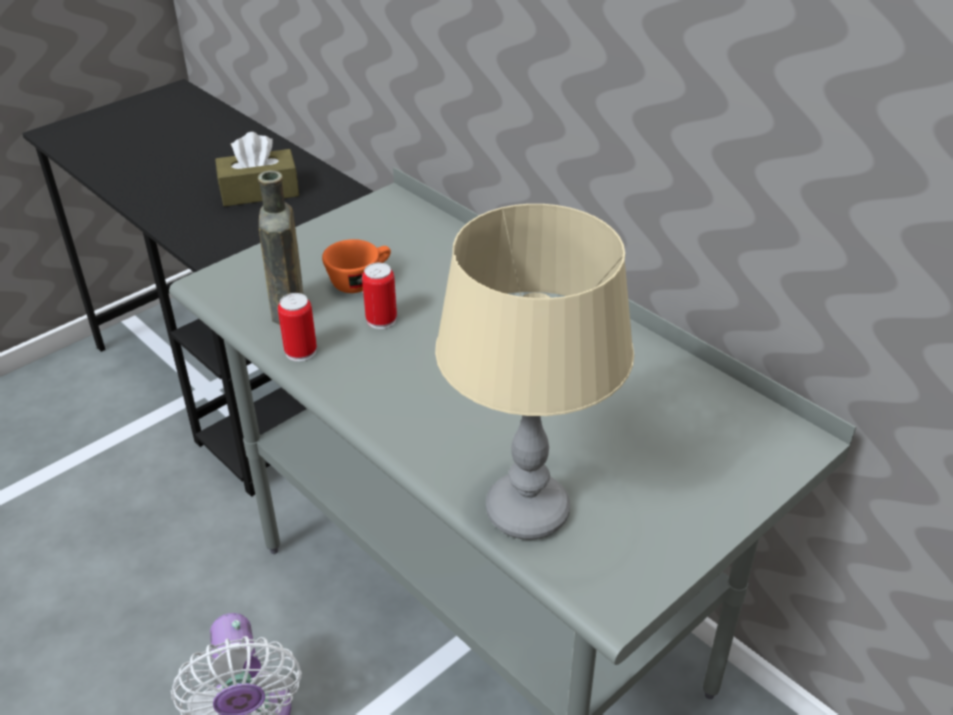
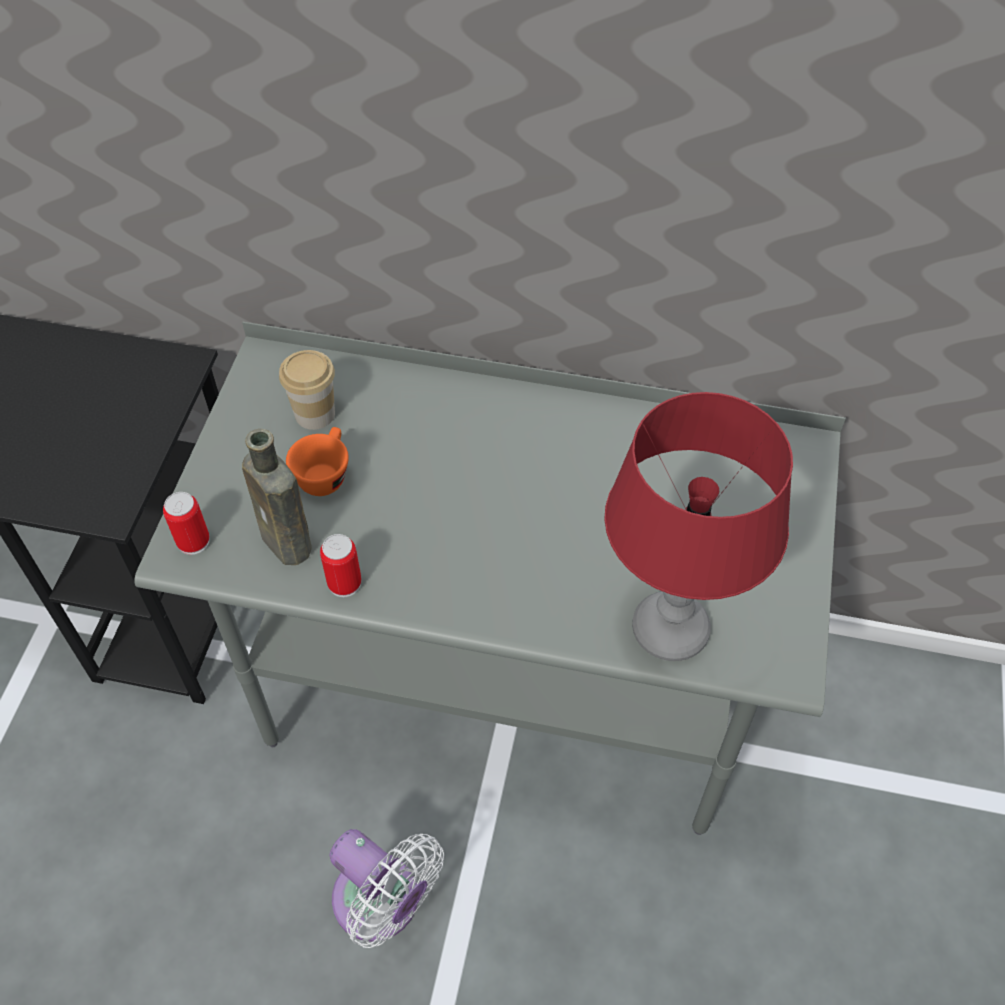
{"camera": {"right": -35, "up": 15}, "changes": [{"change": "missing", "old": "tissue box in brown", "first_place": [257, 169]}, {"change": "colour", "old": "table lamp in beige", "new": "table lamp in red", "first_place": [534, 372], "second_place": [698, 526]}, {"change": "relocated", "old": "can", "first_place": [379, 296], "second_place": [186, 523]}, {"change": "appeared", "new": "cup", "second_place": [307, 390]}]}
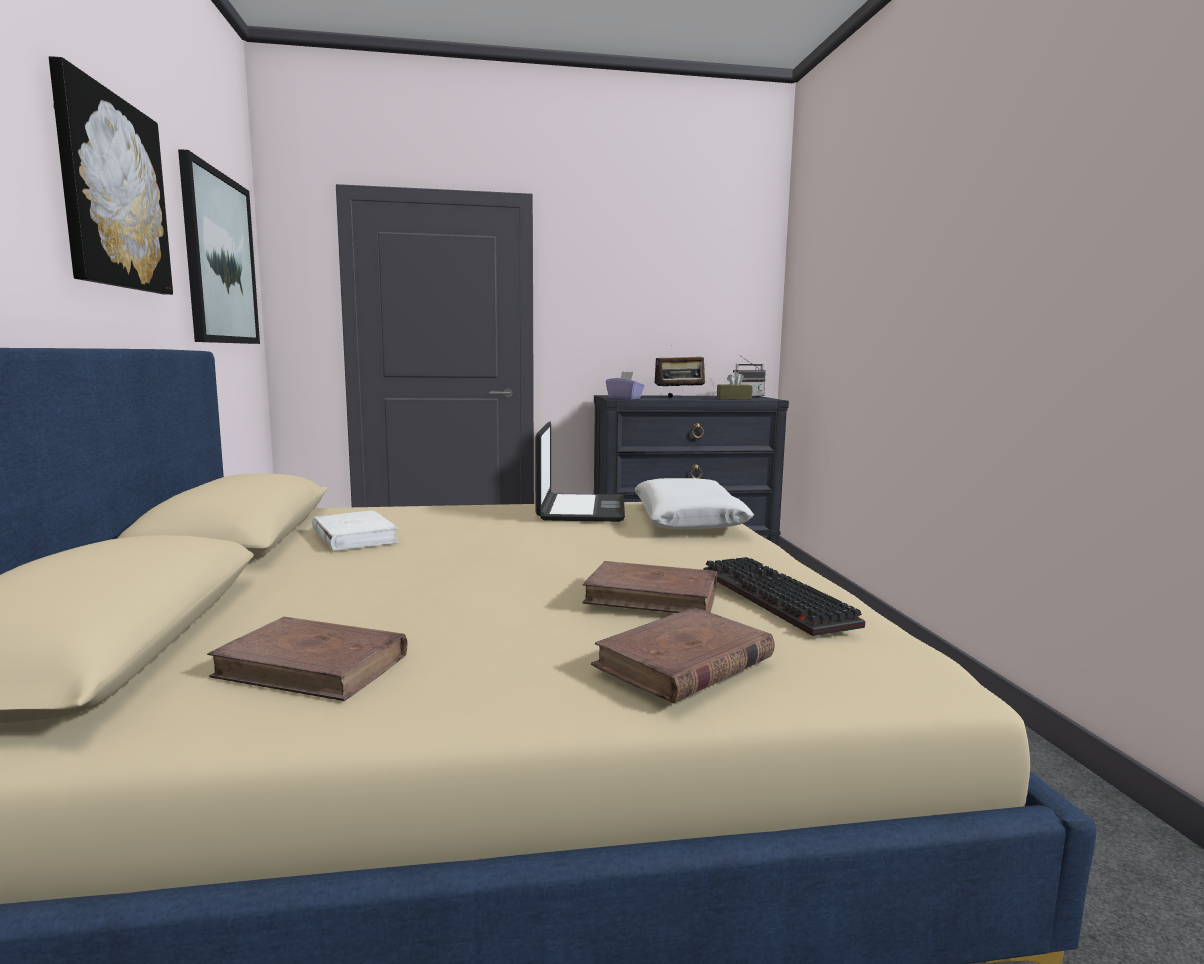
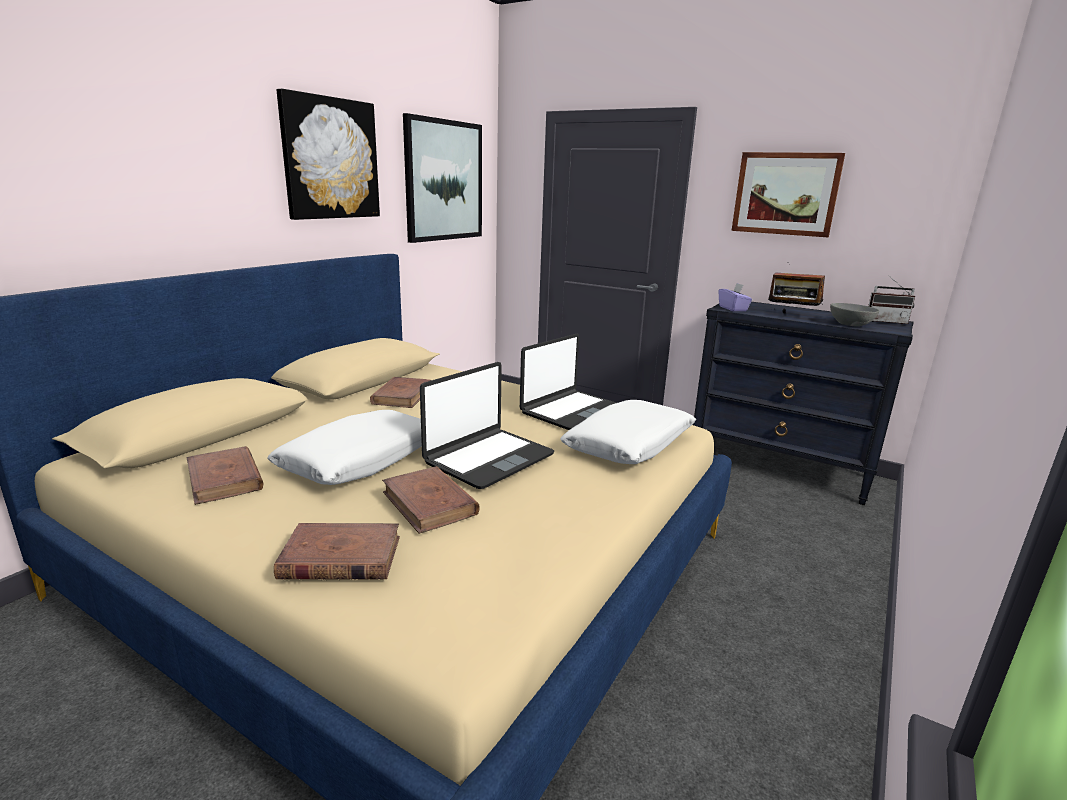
{"camera": {"right": 40, "up": 10}, "changes": [{"change": "exchanged", "old": "tissue box in brown", "new": "bowl in grey", "first_place": [734, 385], "second_place": [854, 315]}, {"change": "colour", "old": "book in white", "new": "book in brown", "first_place": [355, 531], "second_place": [400, 392]}, {"change": "missing", "old": "keyboard", "first_place": [784, 596]}, {"change": "appeared", "new": "picture", "second_place": [788, 194]}, {"change": "appeared", "new": "laptop", "second_place": [487, 425]}, {"change": "appeared", "new": "pillow in white", "second_place": [344, 447]}]}
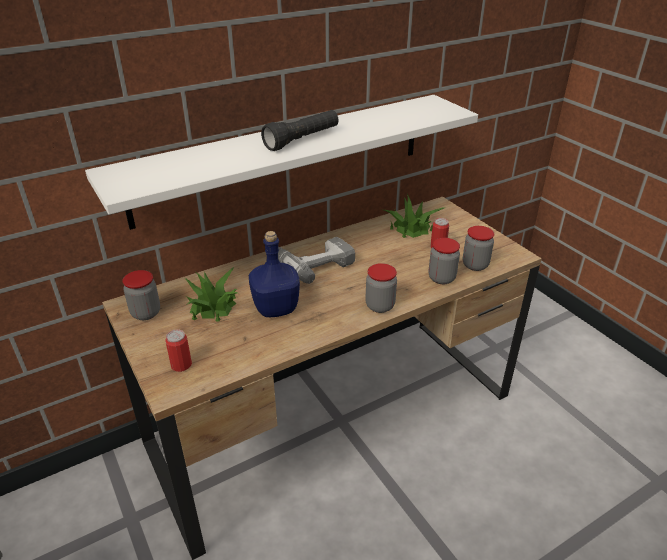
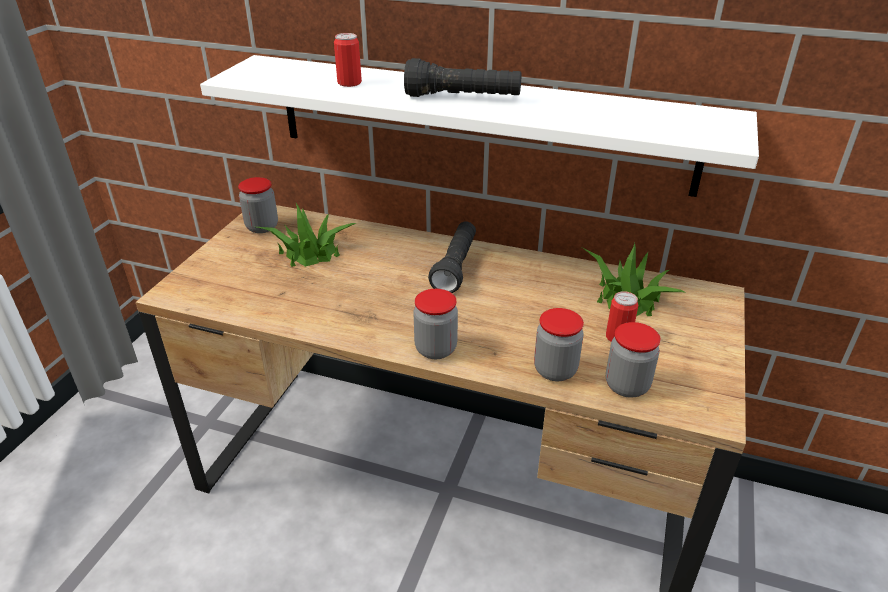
{"camera": {"right": 50, "up": 0}, "changes": [{"change": "missing", "old": "bottle in blue", "first_place": [274, 274]}, {"change": "exchanged", "old": "power drill", "new": "flashlight in black", "first_place": [316, 260], "second_place": [452, 257]}, {"change": "relocated", "old": "can", "first_place": [178, 350], "second_place": [348, 60]}]}
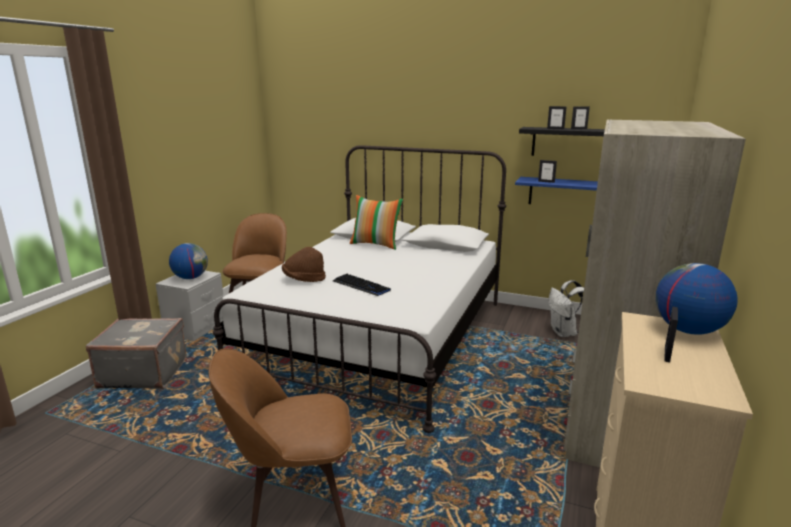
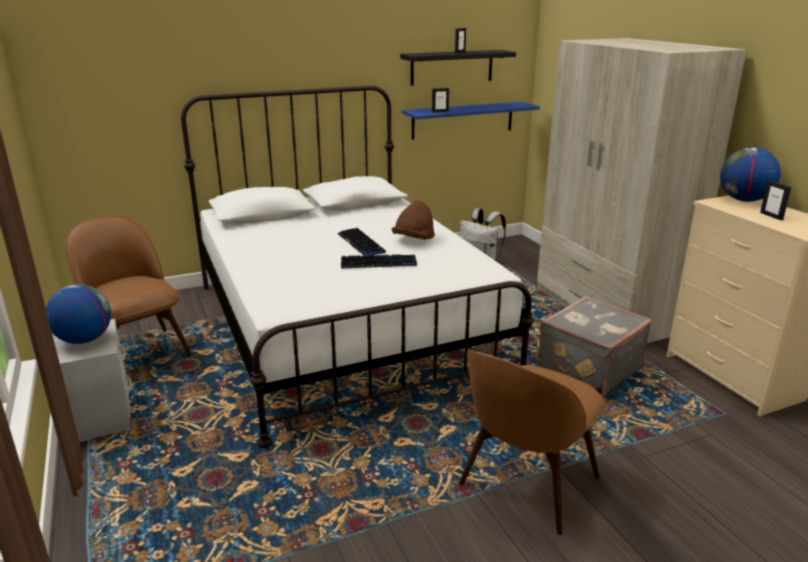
{"camera": {"right": -45, "up": 5}, "changes": [{"change": "missing", "old": "picture frame", "first_place": [557, 117]}, {"change": "missing", "old": "pillow", "first_place": [376, 222]}, {"change": "relocated", "old": "hat in brown", "first_place": [304, 264], "second_place": [413, 220]}, {"change": "relocated", "old": "suitcase in grey", "first_place": [136, 353], "second_place": [594, 347]}, {"change": "appeared", "new": "keyboard", "second_place": [362, 242]}]}
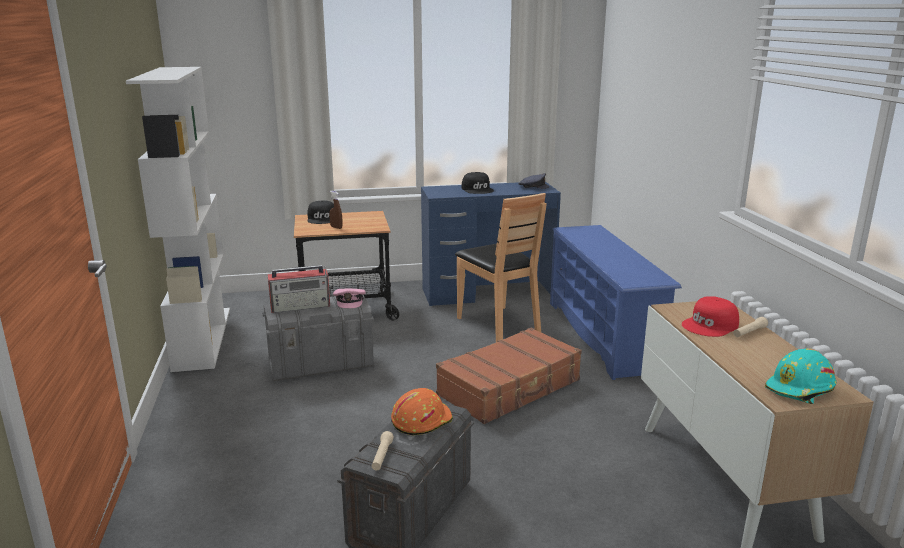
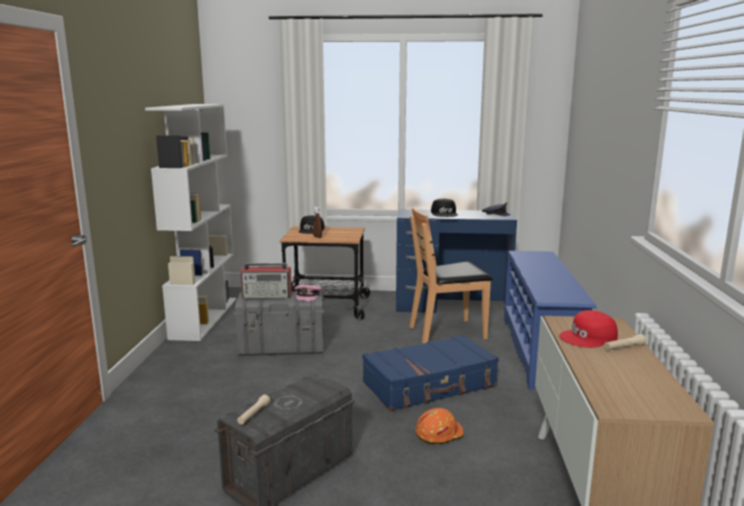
{"camera": {"right": 15, "up": -5}, "changes": [{"change": "spun", "old": "chair in brown", "first_place": [501, 267], "second_place": [451, 276], "degrees": 90}, {"change": "colour", "old": "suitcase in brown", "new": "suitcase in blue", "first_place": [509, 375], "second_place": [431, 372]}, {"change": "missing", "old": "hard hat in turquoise", "first_place": [801, 376]}, {"change": "relocated", "old": "hard hat in orange", "first_place": [422, 411], "second_place": [440, 426]}]}
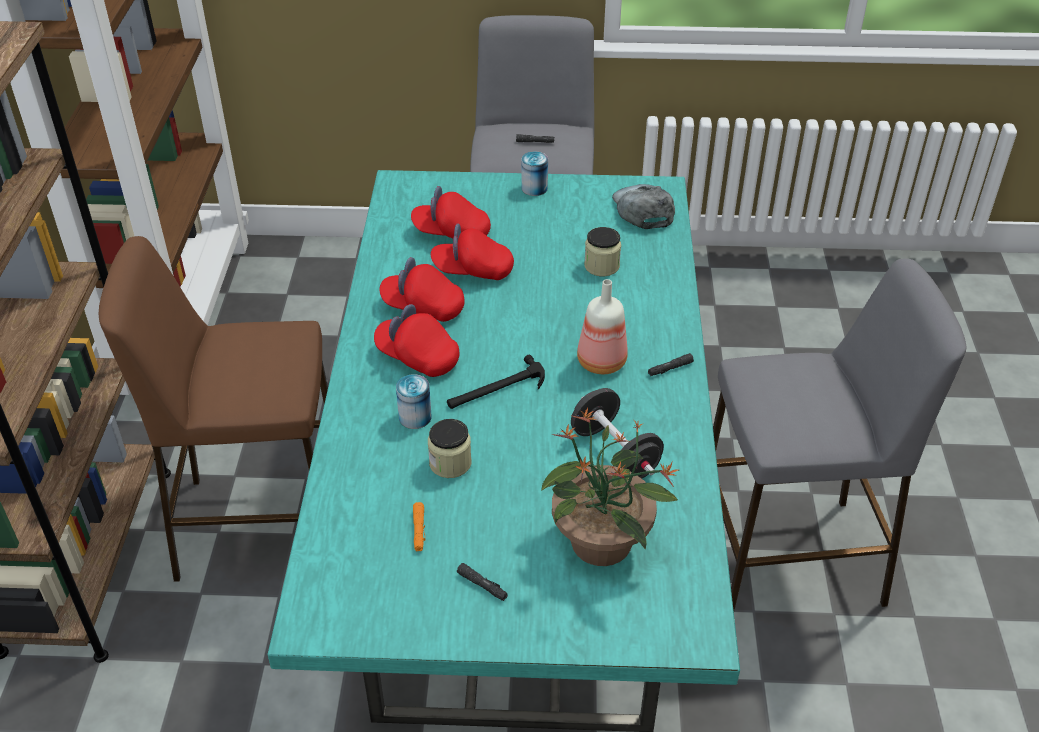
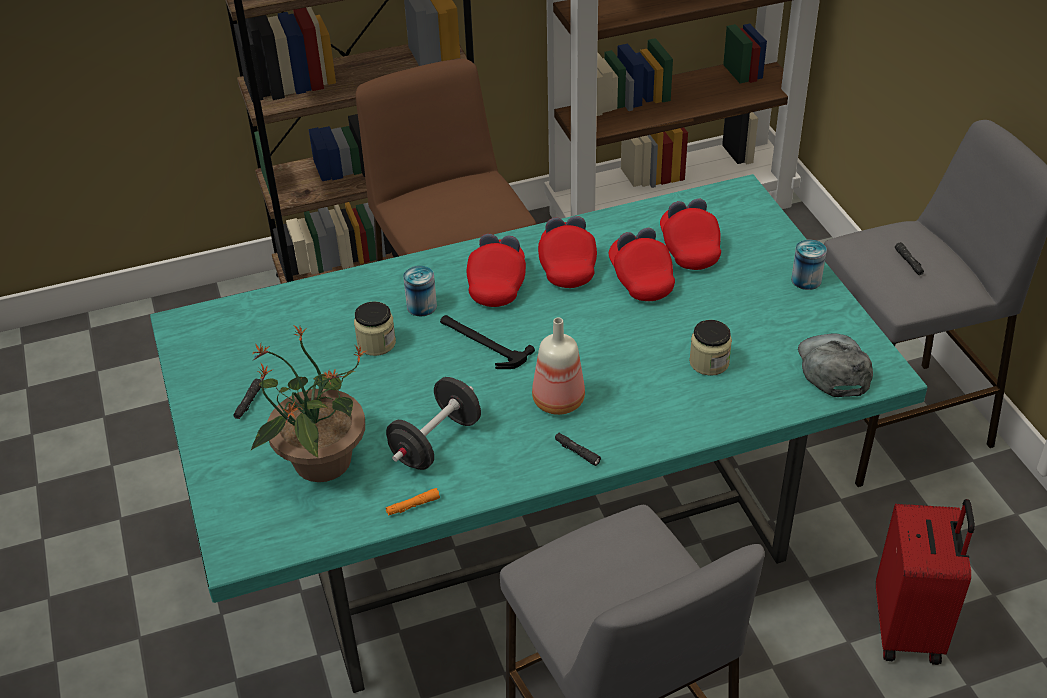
{"camera": {"right": 70, "up": 0}, "changes": [{"change": "spun", "old": "cap in grey", "first_place": [643, 206], "second_place": [835, 365], "degrees": -60}, {"change": "relocated", "old": "flashlight in orange", "first_place": [419, 526], "second_place": [413, 501]}, {"change": "appeared", "new": "suitcase in red", "second_place": [925, 582]}]}
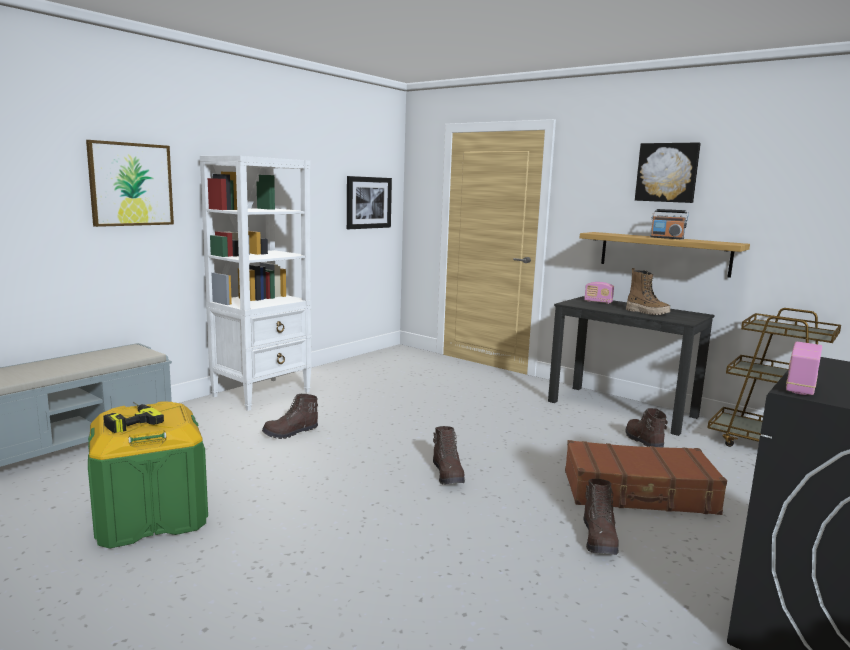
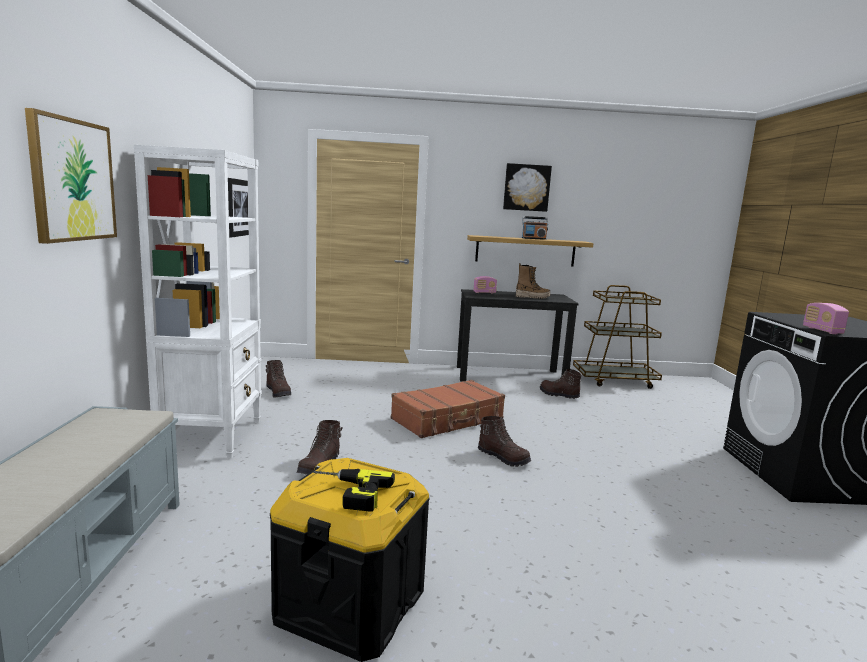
{"camera": {"right": -40, "up": 0}, "changes": [{"change": "colour", "old": "storage box in green", "new": "storage box in black", "first_place": [148, 475], "second_place": [350, 560]}, {"change": "relocated", "old": "suitcase in brown", "first_place": [646, 477], "second_place": [448, 409]}, {"change": "relocated", "old": "boot in brown", "first_place": [601, 517], "second_place": [278, 378]}]}
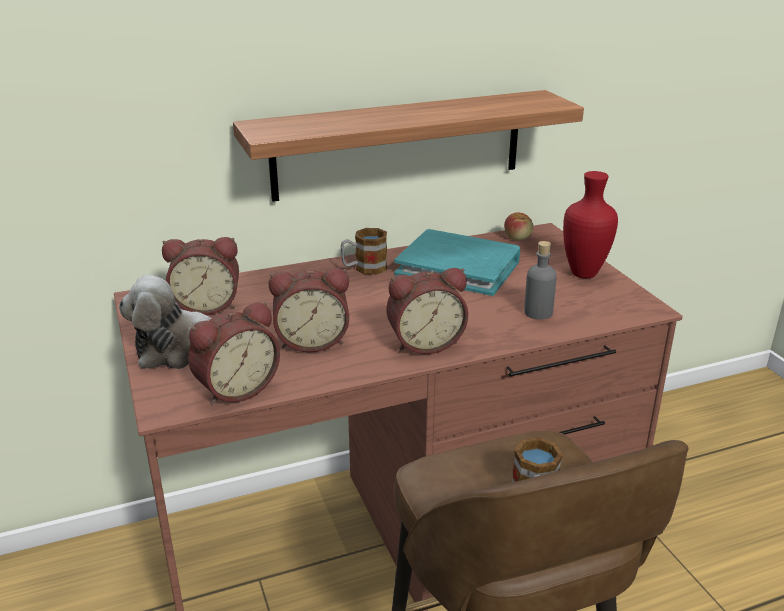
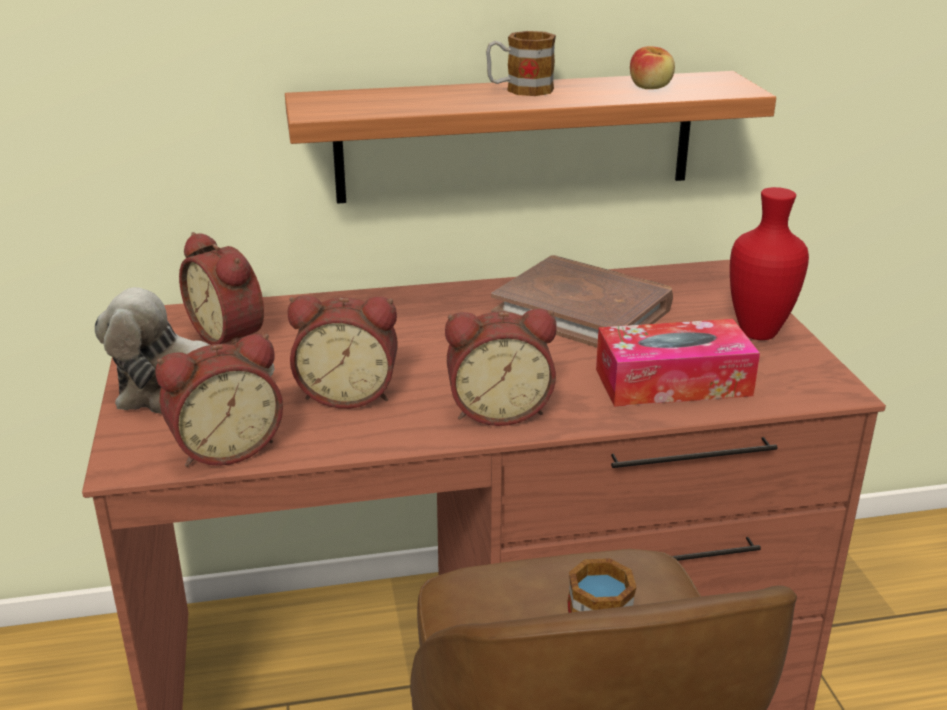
{"camera": {"right": 10, "up": 0}, "changes": [{"change": "relocated", "old": "apple", "first_place": [518, 226], "second_place": [652, 67]}, {"change": "relocated", "old": "mug", "first_place": [363, 251], "second_place": [521, 63]}, {"change": "colour", "old": "book in turquoise", "new": "book in brown", "first_place": [457, 262], "second_place": [582, 301]}, {"change": "spun", "old": "alarm clock", "first_place": [200, 276], "second_place": [221, 288], "degrees": 45}, {"change": "exchanged", "old": "bottle in grey", "new": "tissue box", "first_place": [540, 280], "second_place": [678, 362]}]}
